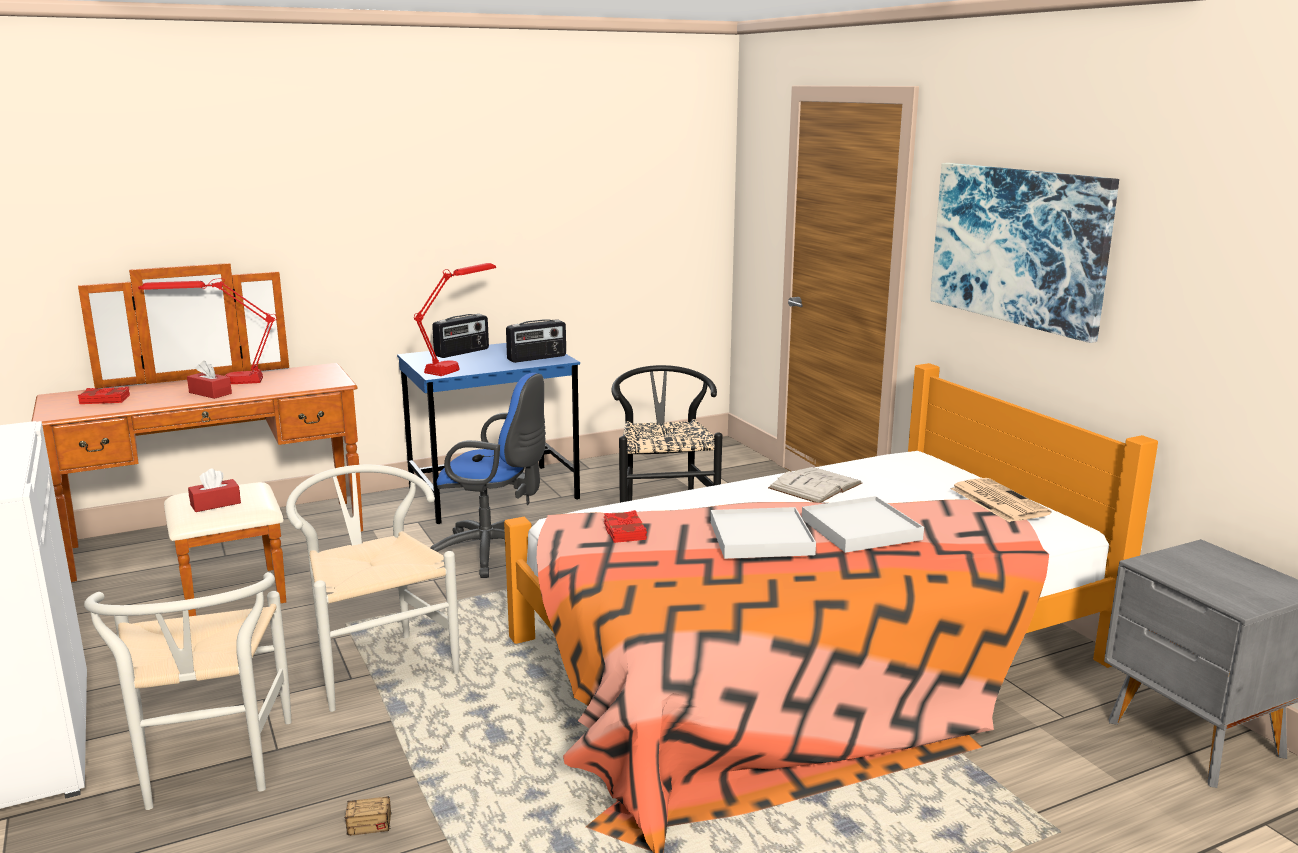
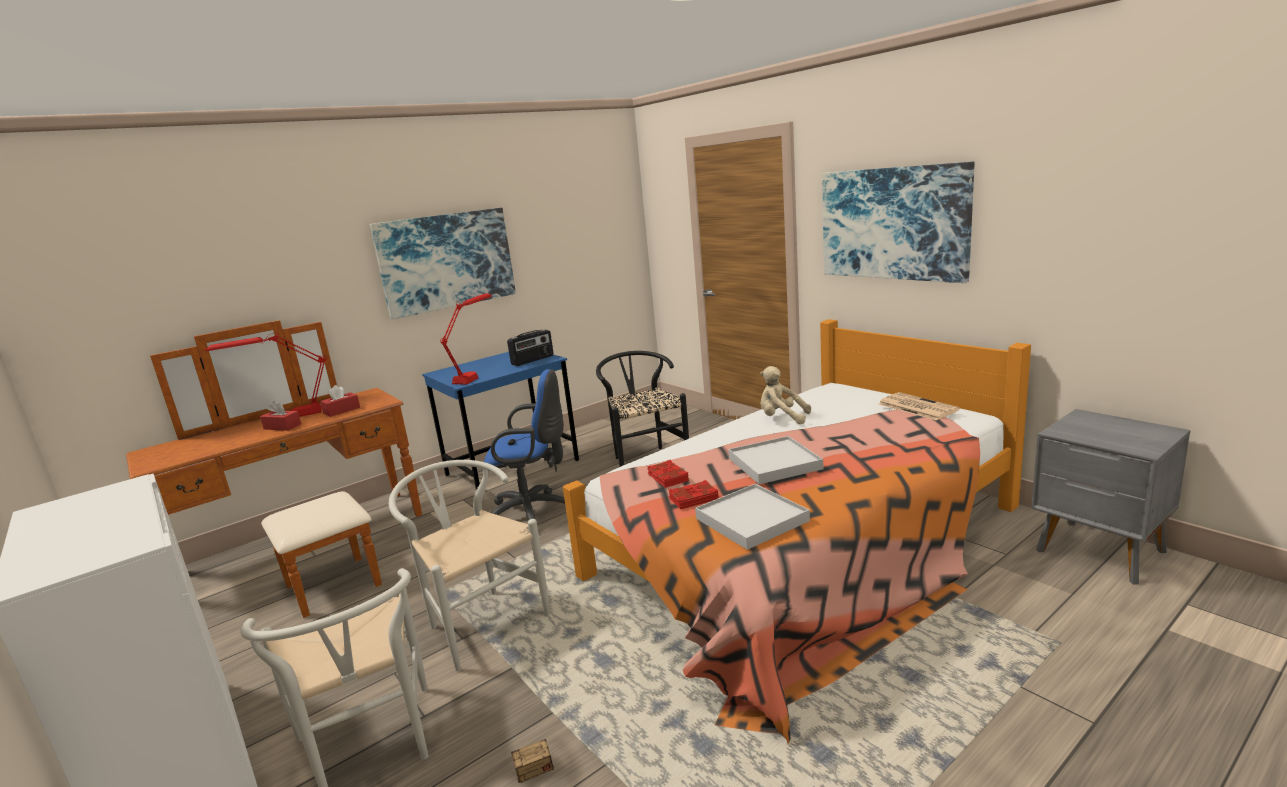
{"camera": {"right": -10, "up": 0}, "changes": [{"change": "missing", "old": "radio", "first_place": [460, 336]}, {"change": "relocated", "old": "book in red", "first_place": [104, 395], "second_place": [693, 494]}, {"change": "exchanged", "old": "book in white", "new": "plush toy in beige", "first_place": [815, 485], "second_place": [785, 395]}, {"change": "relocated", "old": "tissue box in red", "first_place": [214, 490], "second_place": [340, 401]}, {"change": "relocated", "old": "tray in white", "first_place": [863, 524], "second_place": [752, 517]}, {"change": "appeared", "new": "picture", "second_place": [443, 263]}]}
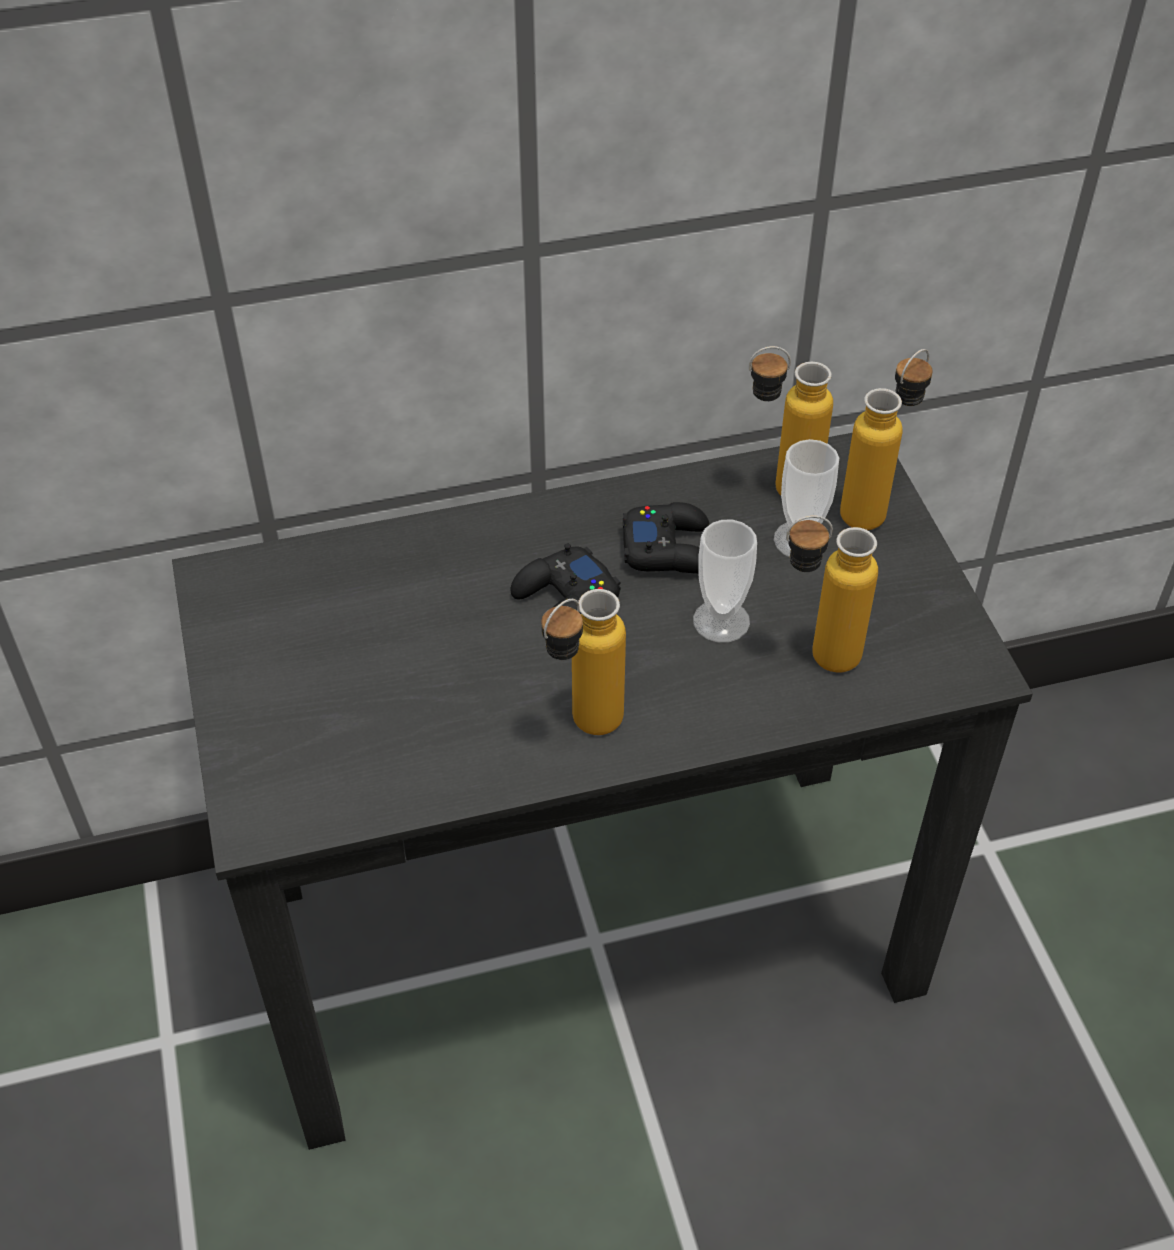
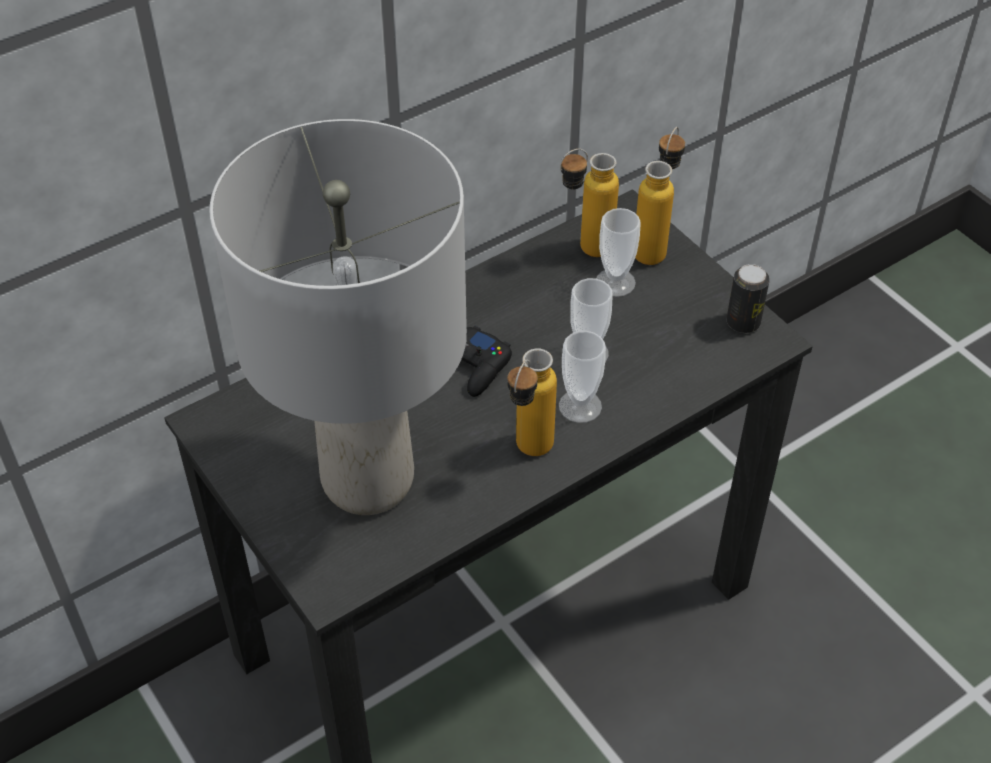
{"camera": {"right": -20, "up": 0}, "changes": [{"change": "missing", "old": "game controller in black", "first_place": [666, 538]}, {"change": "missing", "old": "bottle", "first_place": [832, 594]}, {"change": "appeared", "new": "table lamp in grey", "second_place": [338, 317]}, {"change": "appeared", "new": "can", "second_place": [748, 298]}, {"change": "appeared", "new": "cup", "second_place": [582, 377]}]}
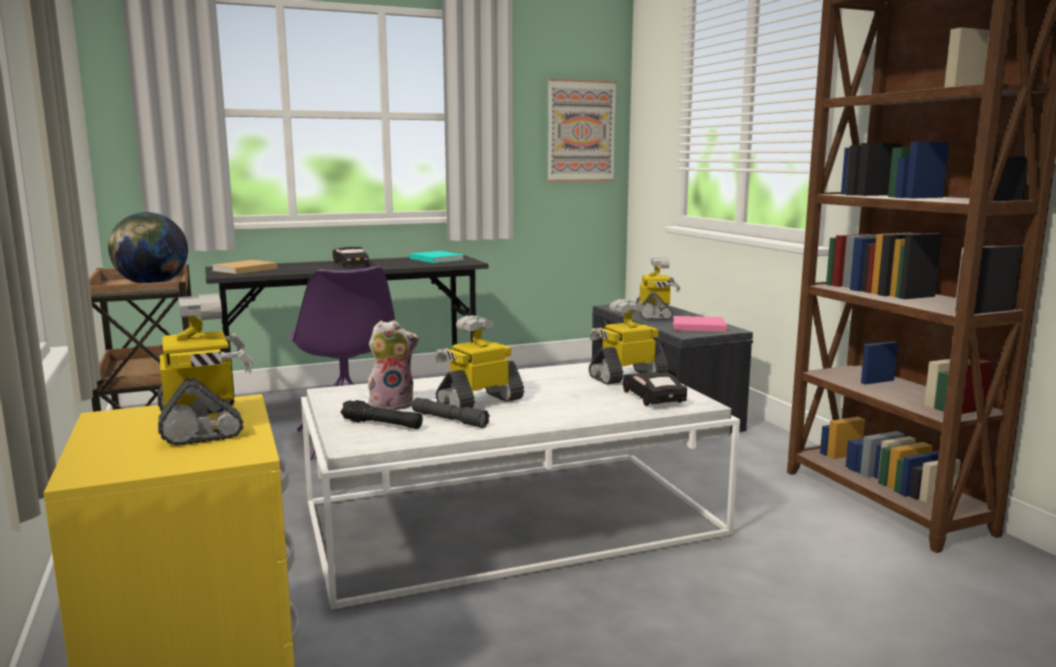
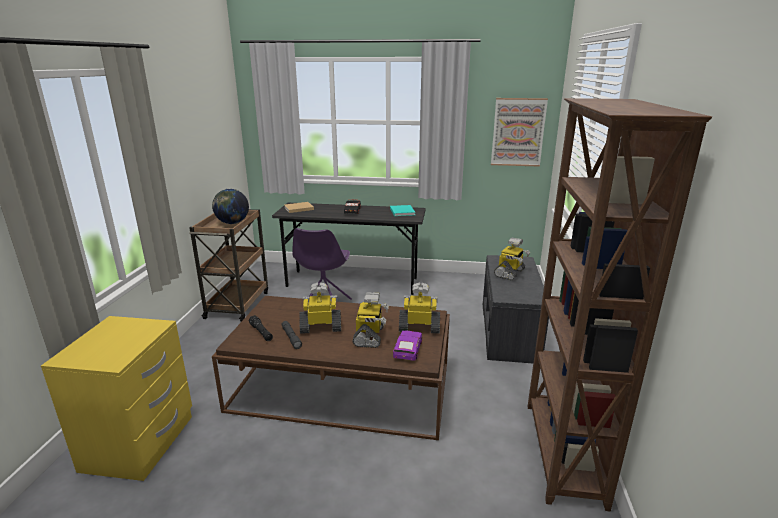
{"camera": {"right": 30, "up": 10}, "changes": [{"change": "relocated", "old": "toy robot", "first_place": [205, 369], "second_place": [370, 320]}, {"change": "missing", "old": "book in pink", "first_place": [700, 324]}, {"change": "missing", "old": "plush toy", "first_place": [393, 365]}, {"change": "colour", "old": "coffee table in white", "new": "coffee table in brown", "first_place": [520, 486], "second_place": [331, 368]}, {"change": "colour", "old": "toy car in black", "new": "toy car in purple", "first_place": [654, 389], "second_place": [407, 346]}]}
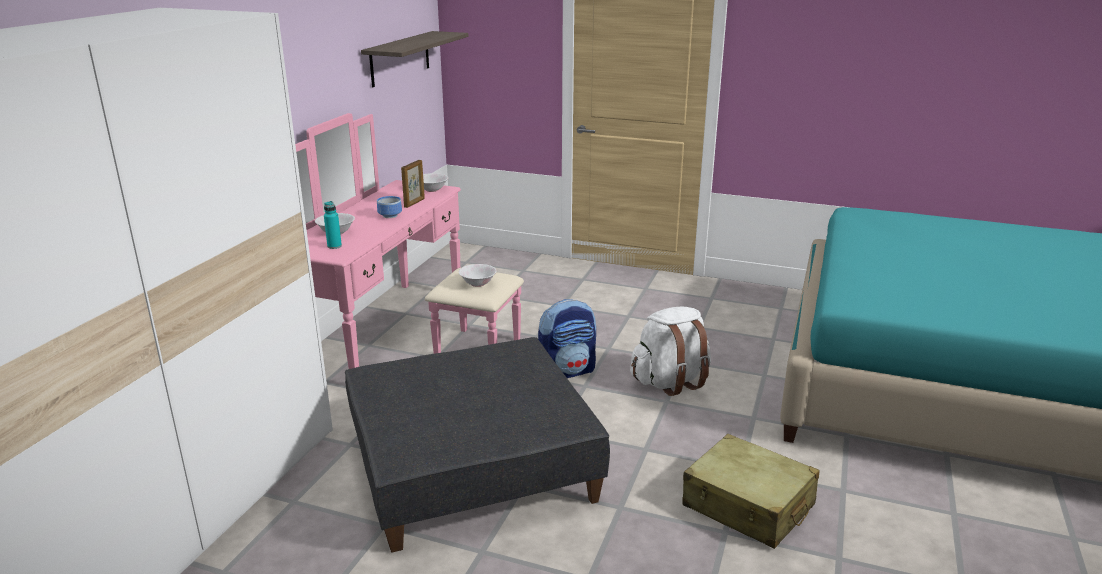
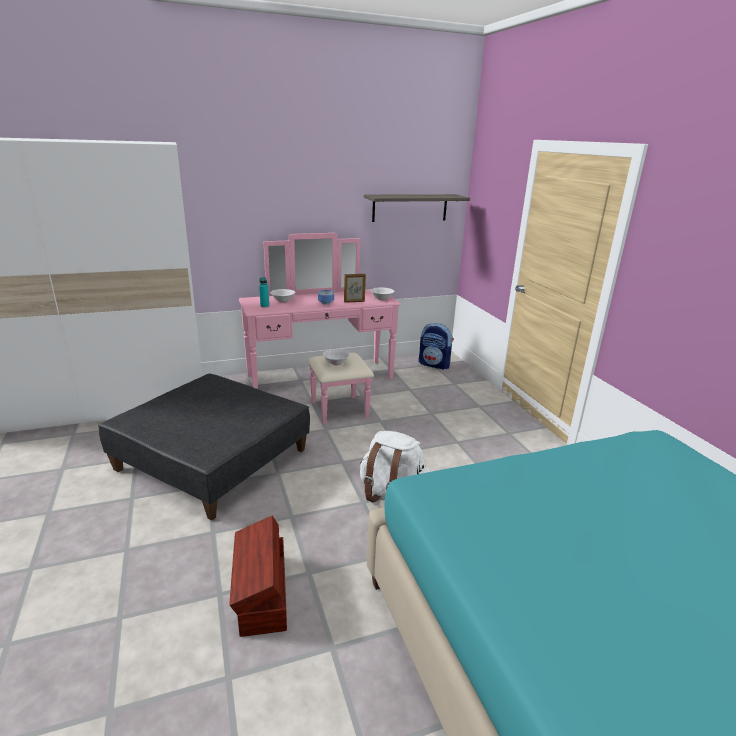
{"camera": {"right": 50, "up": 0}, "changes": [{"change": "relocated", "old": "backpack", "first_place": [567, 338], "second_place": [436, 346]}, {"change": "exchanged", "old": "suitcase in beige", "new": "storage box in brown", "first_place": [751, 491], "second_place": [258, 576]}]}
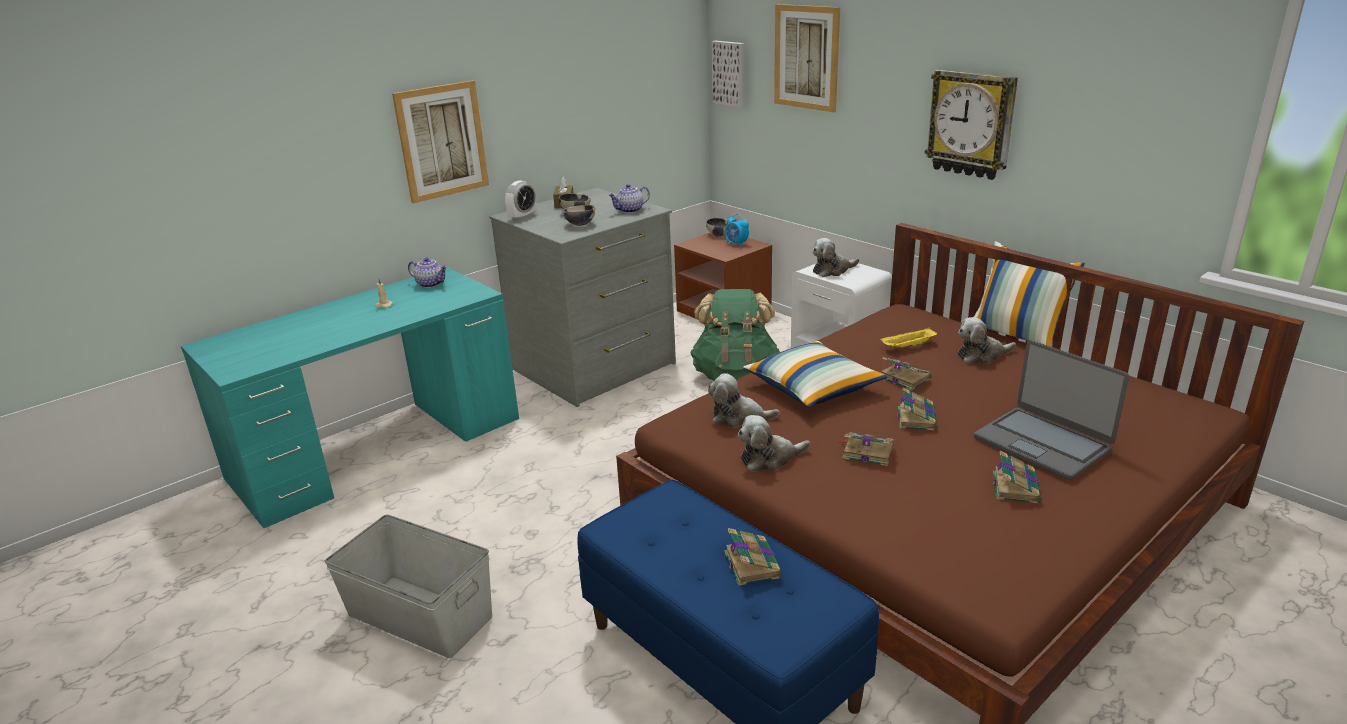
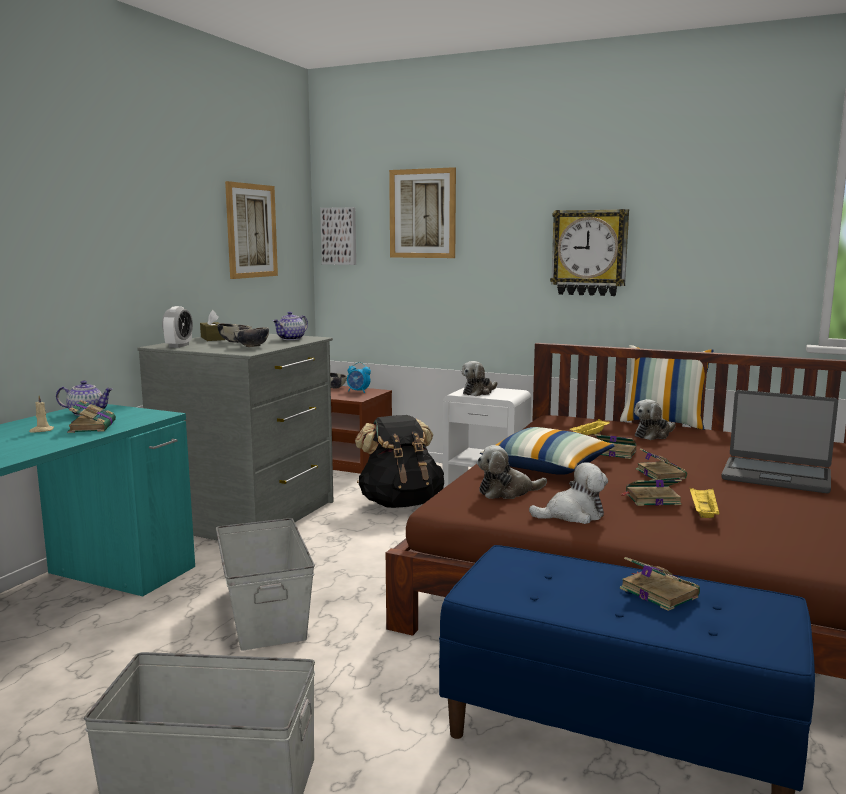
{"camera": {"right": -25, "up": -15}, "changes": [{"change": "relocated", "old": "picture", "first_place": [440, 142], "second_place": [251, 230]}, {"change": "colour", "old": "backpack in green", "new": "backpack in black", "first_place": [735, 335], "second_place": [399, 461]}, {"change": "spun", "old": "plush toy", "first_place": [774, 443], "second_place": [568, 493], "degrees": -150}, {"change": "relocated", "old": "book", "first_place": [1017, 477], "second_place": [91, 416]}, {"change": "appeared", "new": "tray in yellow", "second_place": [704, 503]}, {"change": "appeared", "new": "storage box in grey", "second_place": [265, 584]}]}
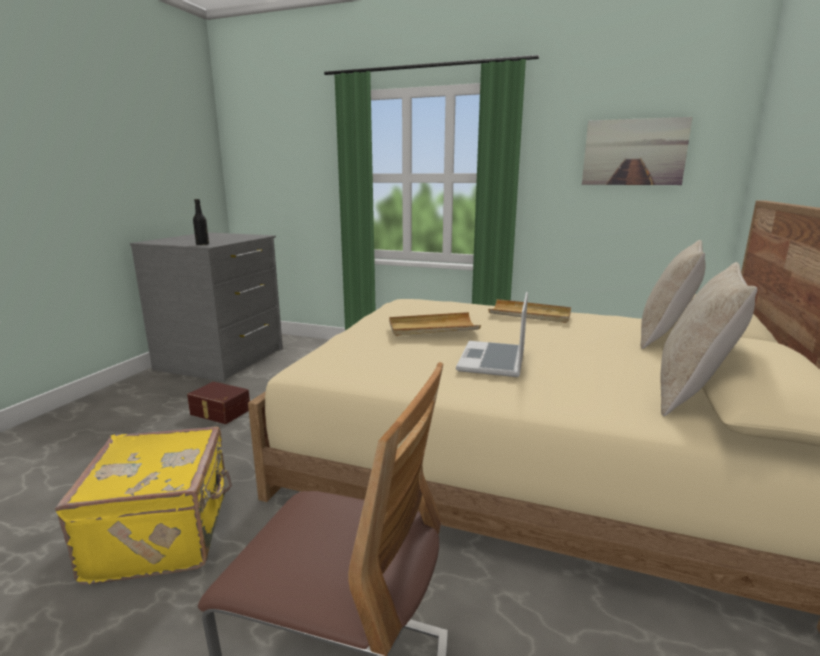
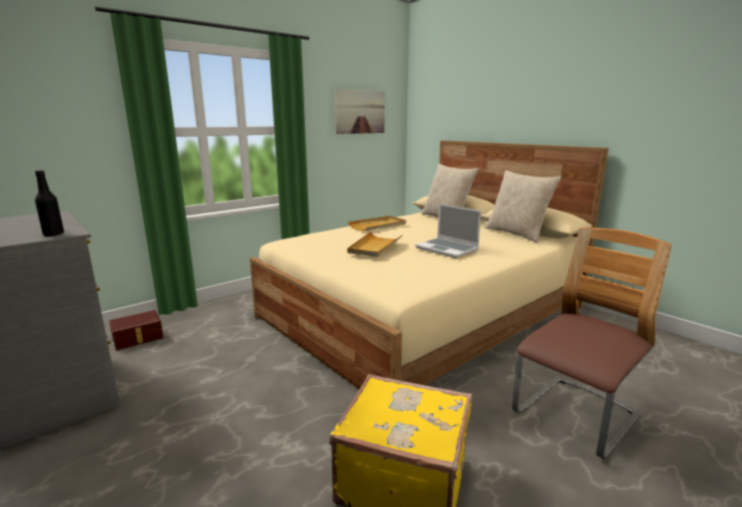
{"camera": {"right": -60, "up": 0}, "changes": [{"change": "relocated", "old": "storage box in brown", "first_place": [218, 403], "second_place": [136, 330]}]}
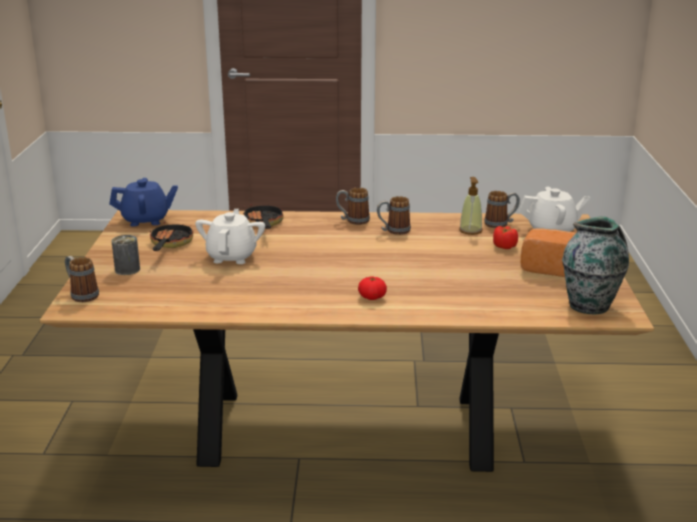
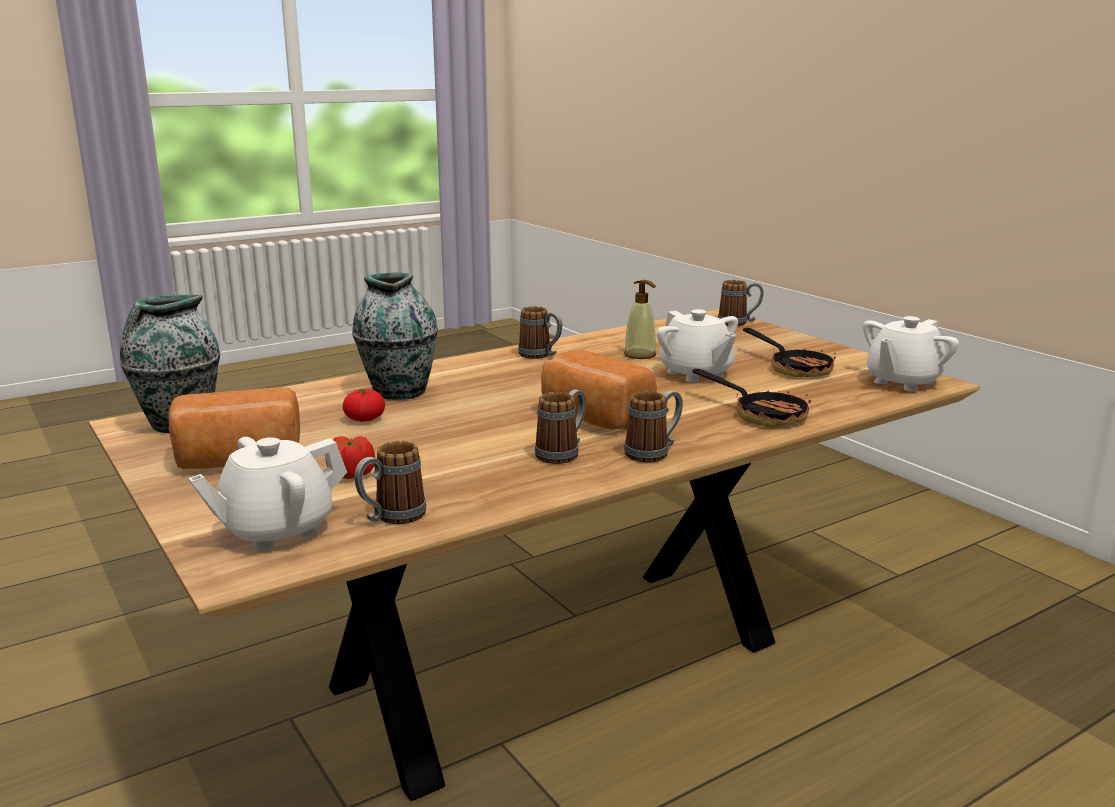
{"camera": {"right": 145, "up": -5}, "changes": [{"change": "relocated", "old": "soap dispenser", "first_place": [470, 206], "second_place": [640, 319]}, {"change": "colour", "old": "teapot in blue", "new": "teapot in white", "first_place": [143, 202], "second_place": [911, 354]}, {"change": "missing", "old": "can", "first_place": [126, 255]}, {"change": "relocated", "old": "tomato", "first_place": [372, 288], "second_place": [363, 405]}, {"change": "appeared", "new": "vase", "second_place": [395, 336]}, {"change": "appeared", "new": "mug", "second_place": [540, 332]}, {"change": "appeared", "new": "bread", "second_place": [599, 390]}]}
